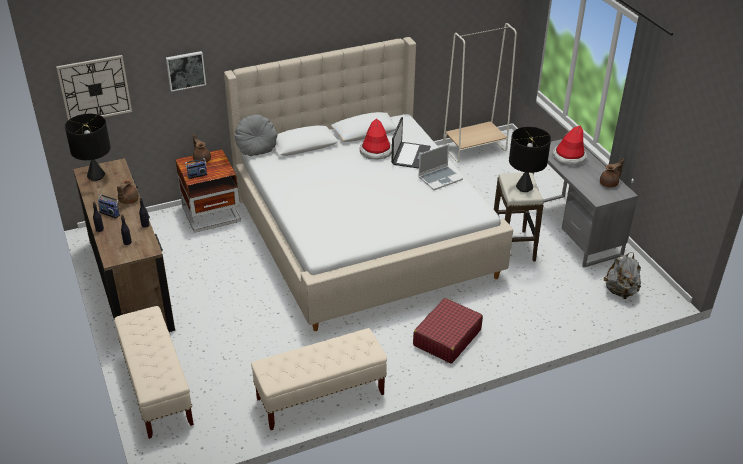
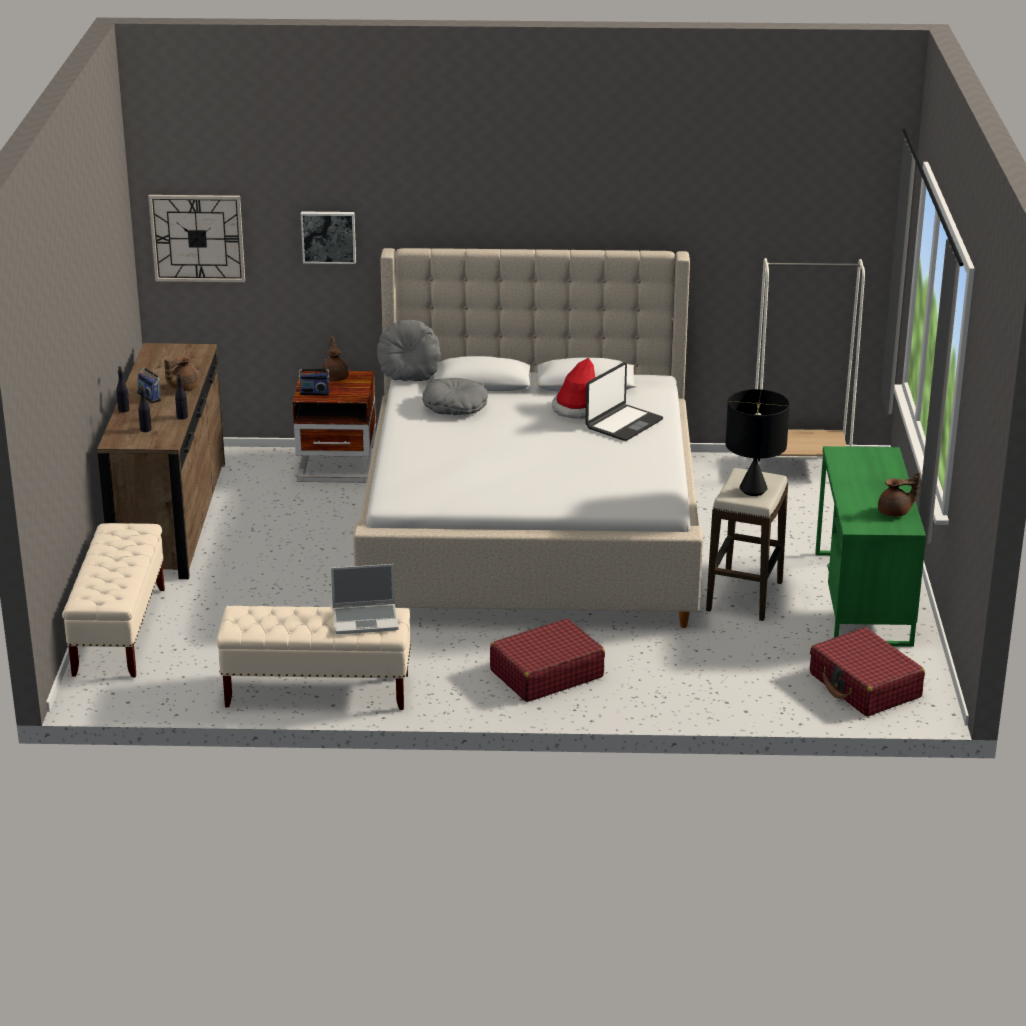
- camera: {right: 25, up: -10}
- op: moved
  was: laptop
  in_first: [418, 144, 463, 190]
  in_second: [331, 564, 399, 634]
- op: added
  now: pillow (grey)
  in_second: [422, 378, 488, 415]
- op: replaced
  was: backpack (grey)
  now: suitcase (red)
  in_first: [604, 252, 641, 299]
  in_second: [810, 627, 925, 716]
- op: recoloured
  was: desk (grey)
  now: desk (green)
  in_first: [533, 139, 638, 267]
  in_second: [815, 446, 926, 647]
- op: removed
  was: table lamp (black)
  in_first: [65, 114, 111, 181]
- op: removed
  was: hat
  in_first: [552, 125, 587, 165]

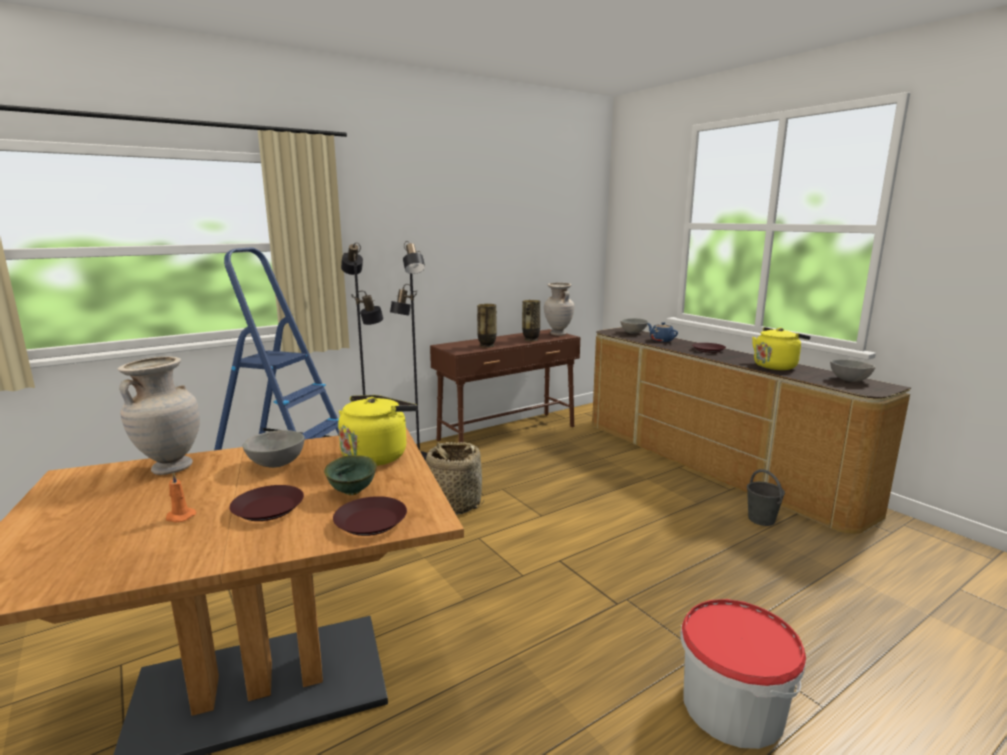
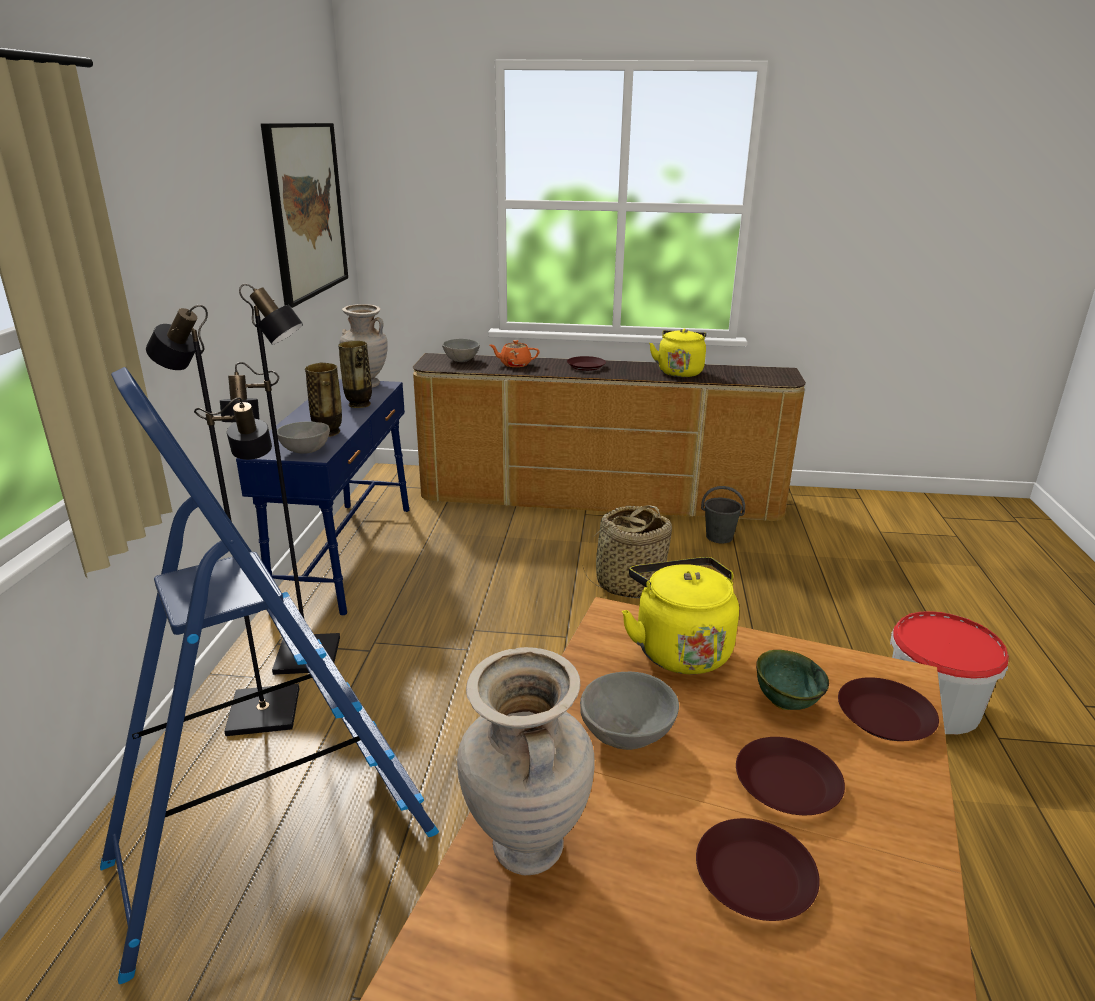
- camera: {right: -50, up: 10}
- op: recoloured
  was: console table (brown)
  now: console table (blue)
  in_first: [430, 329, 580, 443]
  in_second: [236, 379, 409, 615]
- op: added
  now: picture
  in_second: [261, 123, 348, 308]
- op: moved
  was: bowl (grey)
  in_first: [830, 359, 875, 382]
  in_second: [277, 421, 330, 454]
- op: recoloured
  was: teapot (blue)
  now: teapot (orange)
  in_first: [647, 322, 678, 342]
  in_second: [490, 340, 540, 367]
- op: moved
  was: basket
  in_first: [425, 442, 484, 514]
  in_second: [582, 505, 672, 598]
- op: replaced
  was: candle (orange)
  now: plate (brown)
  in_first: [166, 472, 196, 522]
  in_second: [696, 818, 820, 921]

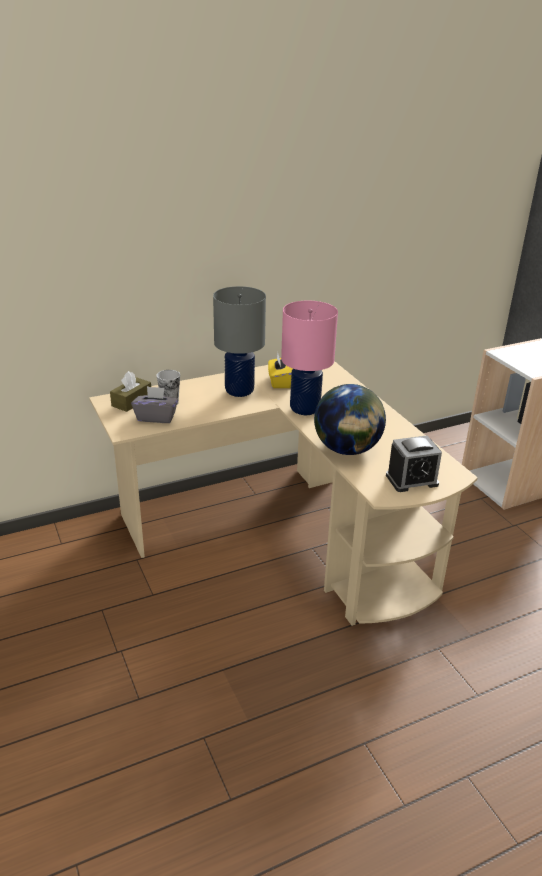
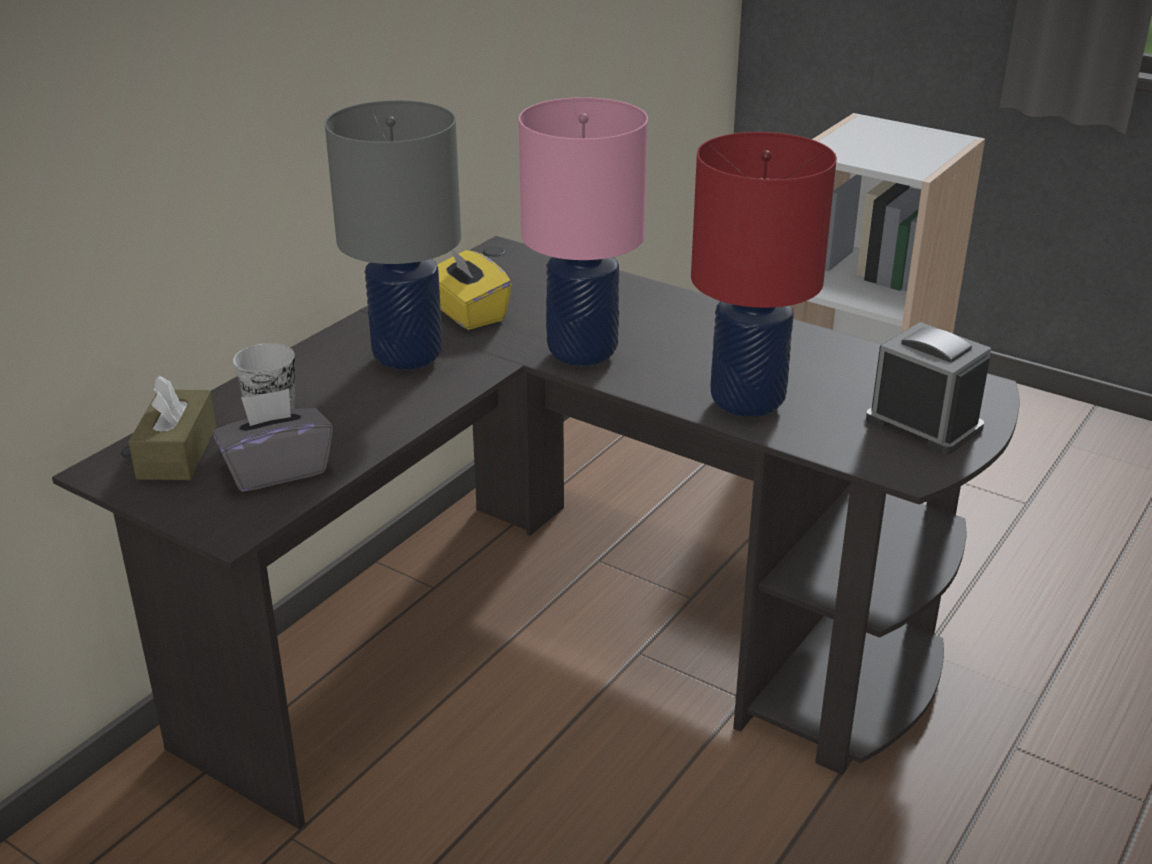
- camera: {right: -30, up: 0}
- op: recoloured
  was: desk (beige)
  now: desk (black)
  in_first: [89, 361, 478, 626]
  in_second: [52, 236, 1019, 829]
- op: replaced
  was: globe
  now: table lamp (red)
  in_first: [314, 384, 386, 455]
  in_second: [691, 132, 837, 417]
- op: turned
  was: alarm clock
  in_first: [386, 435, 442, 492]
  in_second: [866, 322, 991, 454]
  clockwise: -90

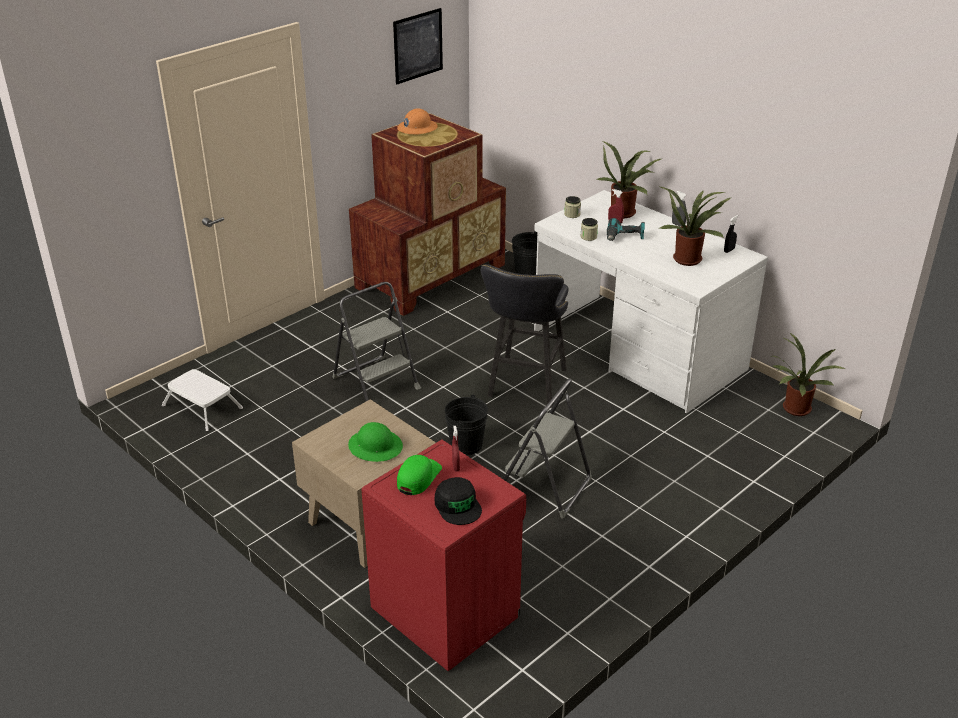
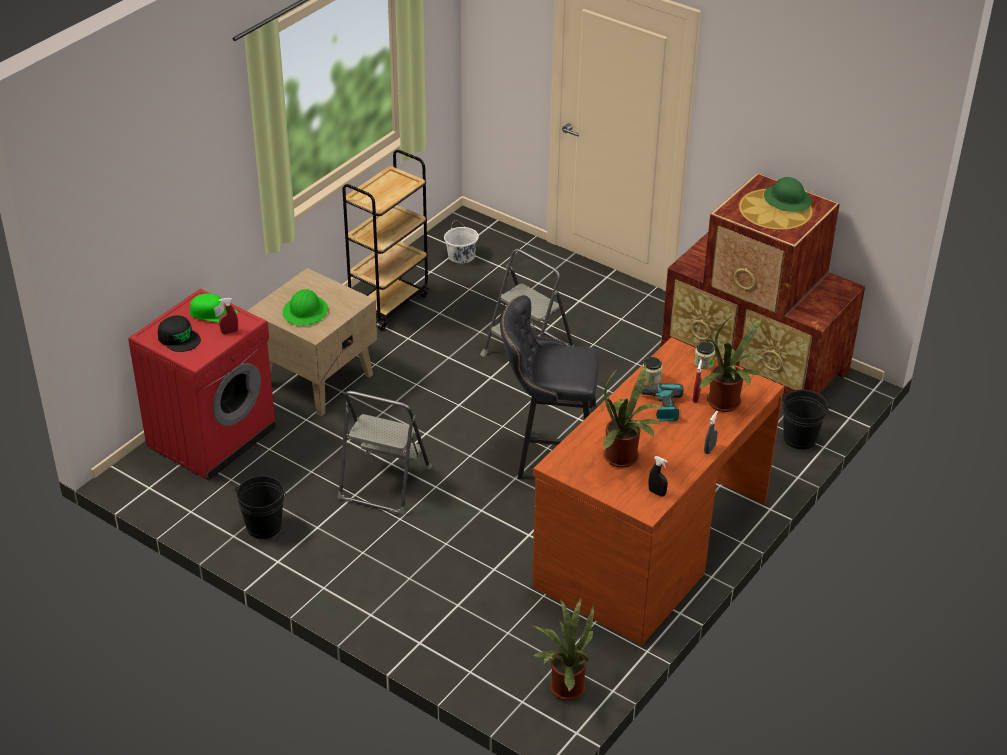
- camera: {right: 80, up: 5}
- op: turned
  was: cap (black)
  in_first: [435, 477, 482, 525]
  in_second: [158, 315, 201, 352]
  clockwise: -105
- op: moved
  was: bucket (black)
  in_first: [445, 394, 488, 455]
  in_second: [233, 476, 286, 539]
- op: added
  now: cart (brown)
  in_second: [342, 150, 430, 331]
- op: replaced
  was: step ladder (white)
  now: bucket (white)
  in_first: [162, 369, 243, 431]
  in_second: [444, 221, 479, 263]
- op: recoloured
  was: desk (white)
  now: desk (brown)
  in_first: [534, 190, 768, 413]
  in_second: [532, 337, 784, 645]
- op: recoloured
  was: hard hat (orange)
  now: hard hat (green)
  in_first: [397, 108, 438, 134]
  in_second: [764, 177, 812, 212]
- op: removed
  was: picture
  in_first: [393, 8, 443, 84]

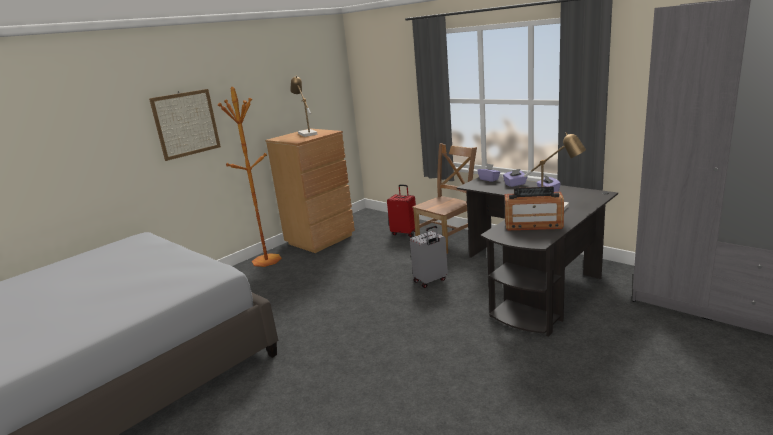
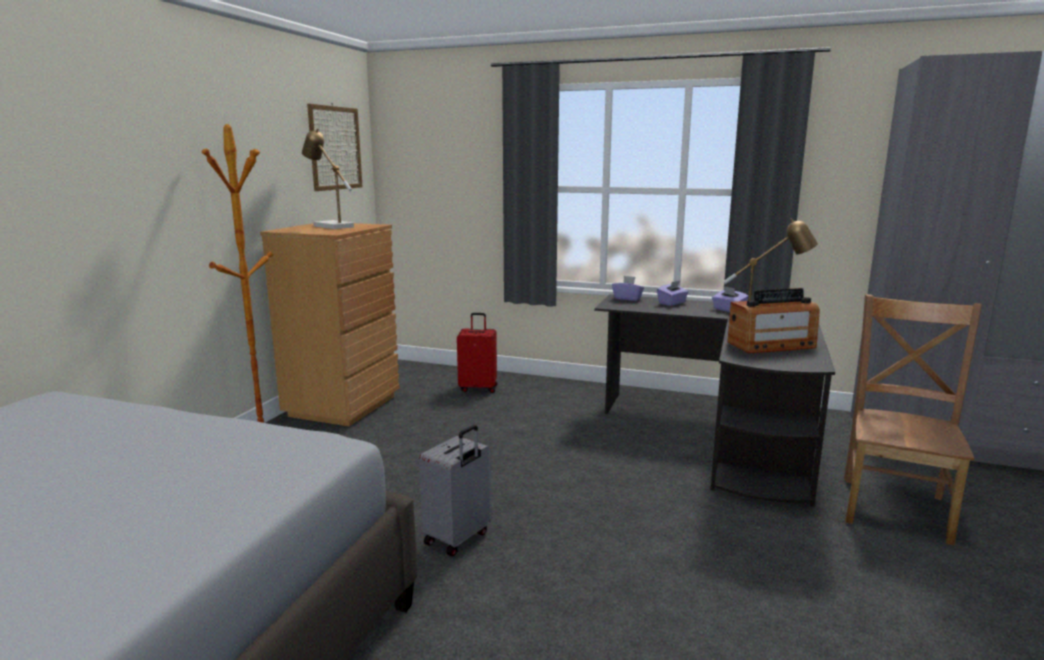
- camera: {right: -25, up: -5}
- op: moved
  was: picture
  in_first: [149, 89, 221, 161]
  in_second: [307, 103, 363, 191]
- op: moved
  was: suitcase (grey)
  in_first: [410, 225, 448, 288]
  in_second: [419, 425, 492, 556]
- op: moved
  was: chair (brown)
  in_first: [412, 143, 477, 254]
  in_second: [844, 294, 982, 546]

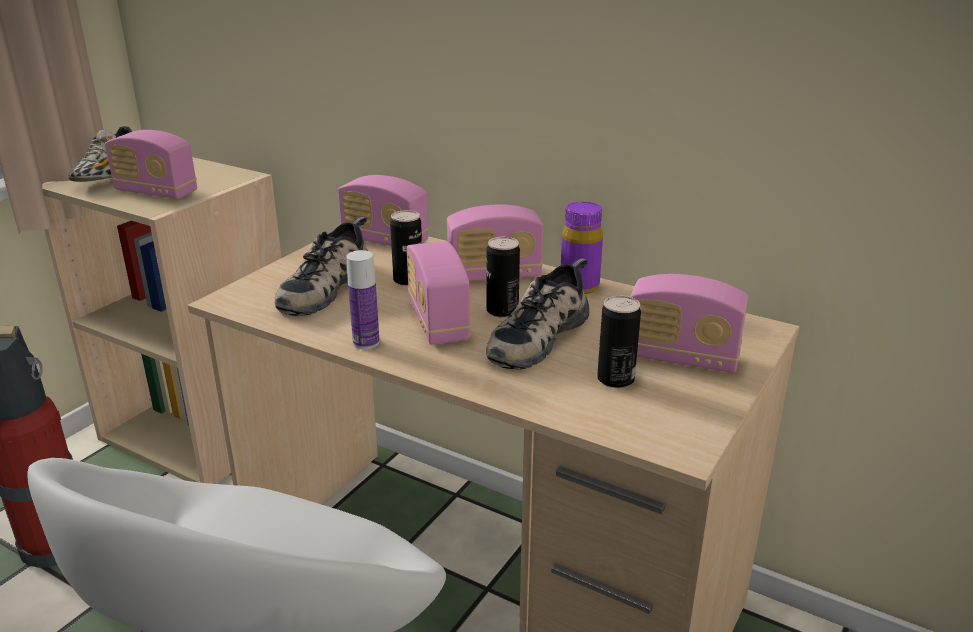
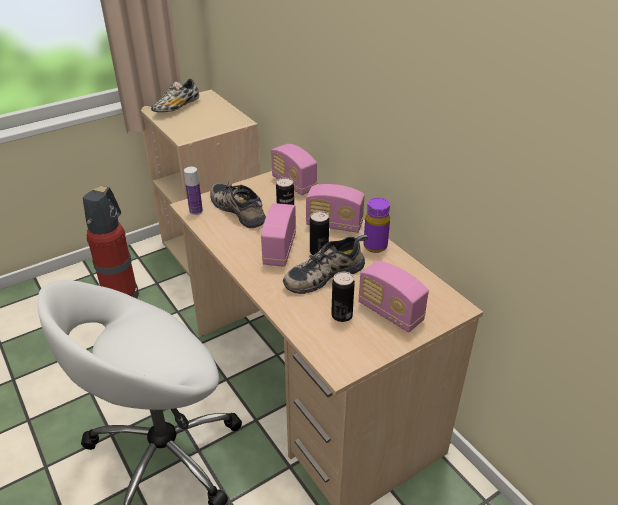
- camera: {right: 25, up: 10}
- op: moved
  was: bottle
  in_first: [346, 250, 380, 350]
  in_second: [184, 167, 203, 215]
- op: turned
  was: shoe
  in_first: [275, 217, 368, 316]
  in_second: [210, 182, 266, 228]
  clockwise: 90
- op: removed
  was: radio
  in_first: [105, 130, 197, 199]

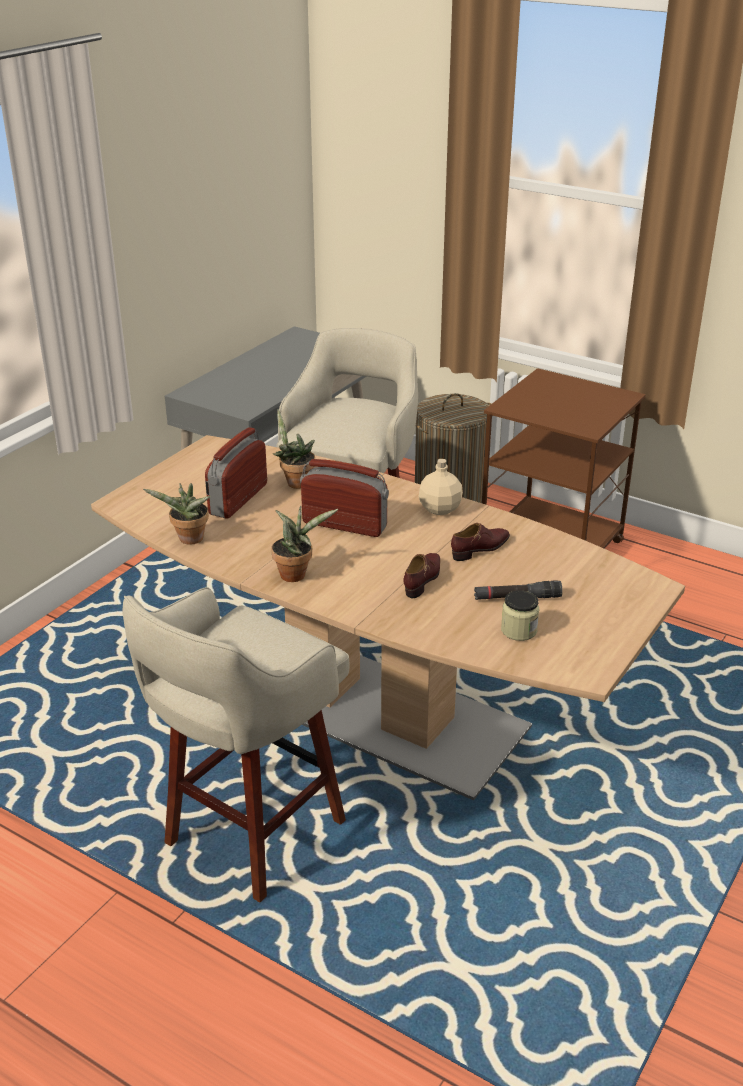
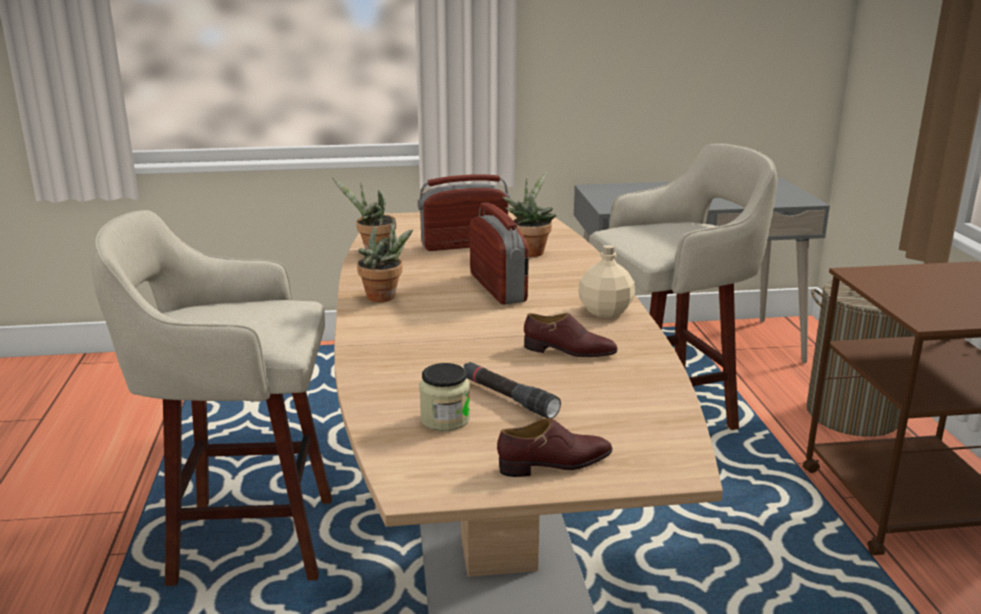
- camera: {right: 50, up: -10}
- op: moved
  was: shoe (brown)
  in_first: [403, 553, 440, 598]
  in_second: [497, 418, 613, 477]

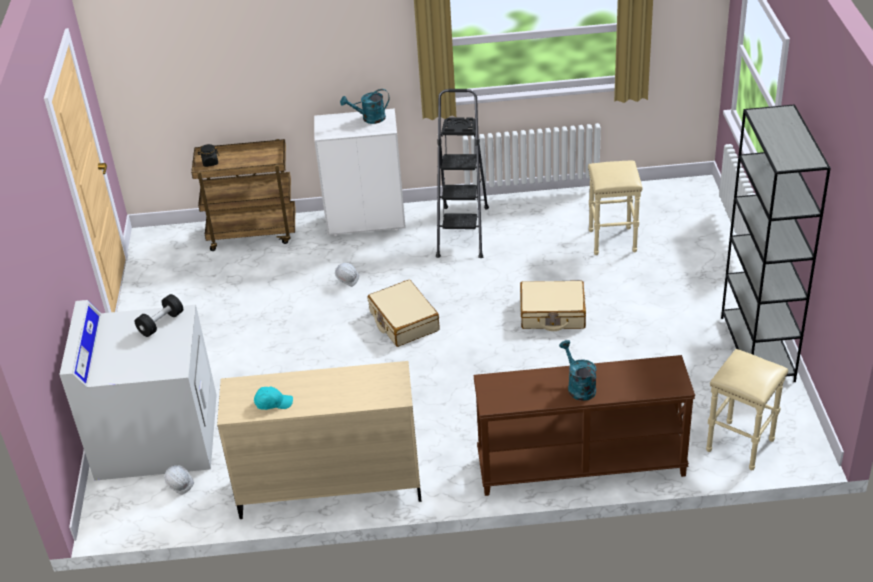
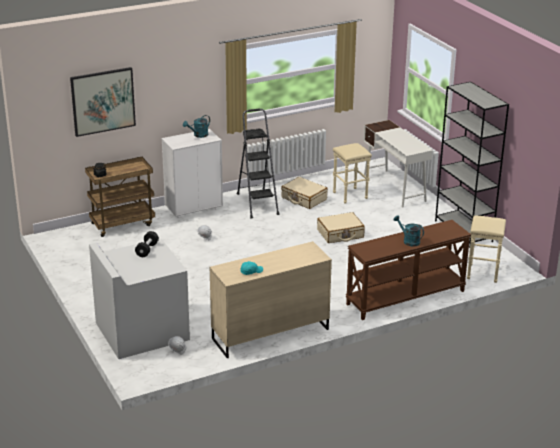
- camera: {right: -25, up: -10}
- op: added
  now: picture
  in_second: [70, 67, 136, 137]
- op: moved
  was: suitcase (beige)
  in_first: [368, 280, 440, 347]
  in_second: [281, 177, 328, 209]
- op: added
  now: desk (white)
  in_second: [363, 120, 433, 207]

